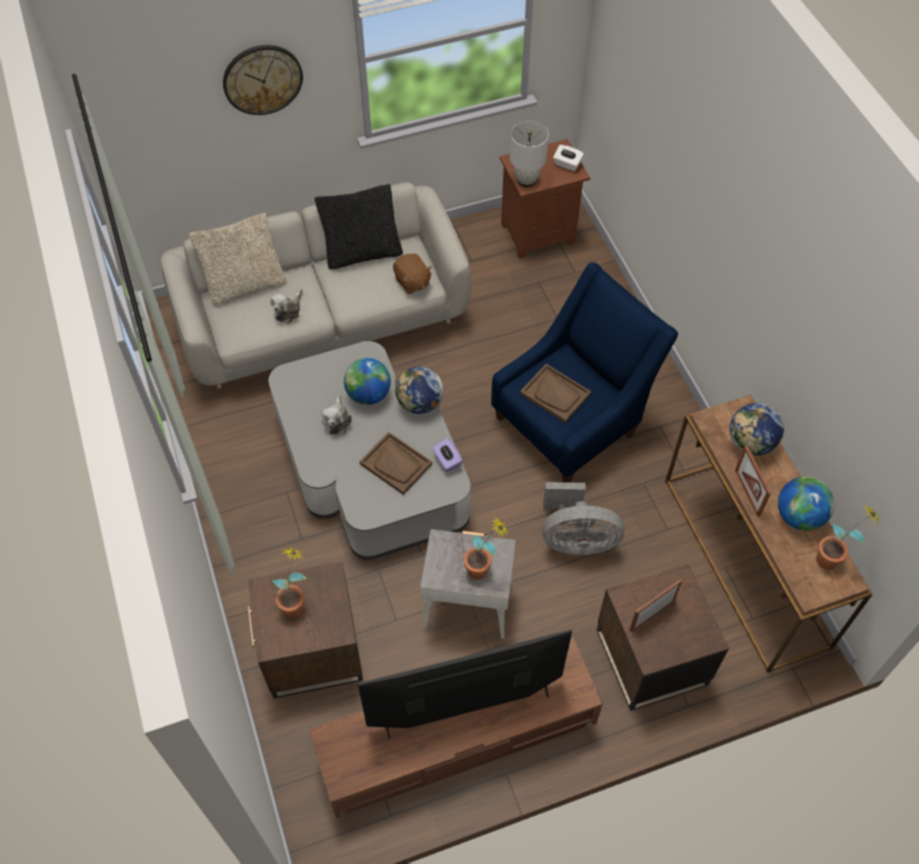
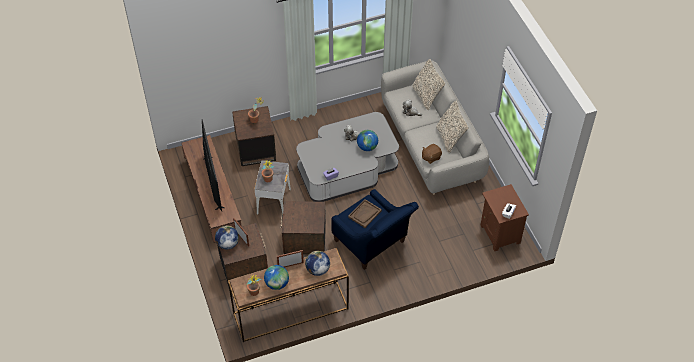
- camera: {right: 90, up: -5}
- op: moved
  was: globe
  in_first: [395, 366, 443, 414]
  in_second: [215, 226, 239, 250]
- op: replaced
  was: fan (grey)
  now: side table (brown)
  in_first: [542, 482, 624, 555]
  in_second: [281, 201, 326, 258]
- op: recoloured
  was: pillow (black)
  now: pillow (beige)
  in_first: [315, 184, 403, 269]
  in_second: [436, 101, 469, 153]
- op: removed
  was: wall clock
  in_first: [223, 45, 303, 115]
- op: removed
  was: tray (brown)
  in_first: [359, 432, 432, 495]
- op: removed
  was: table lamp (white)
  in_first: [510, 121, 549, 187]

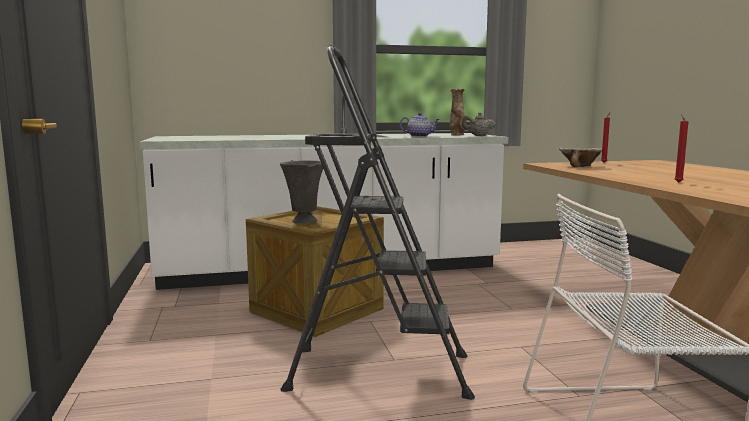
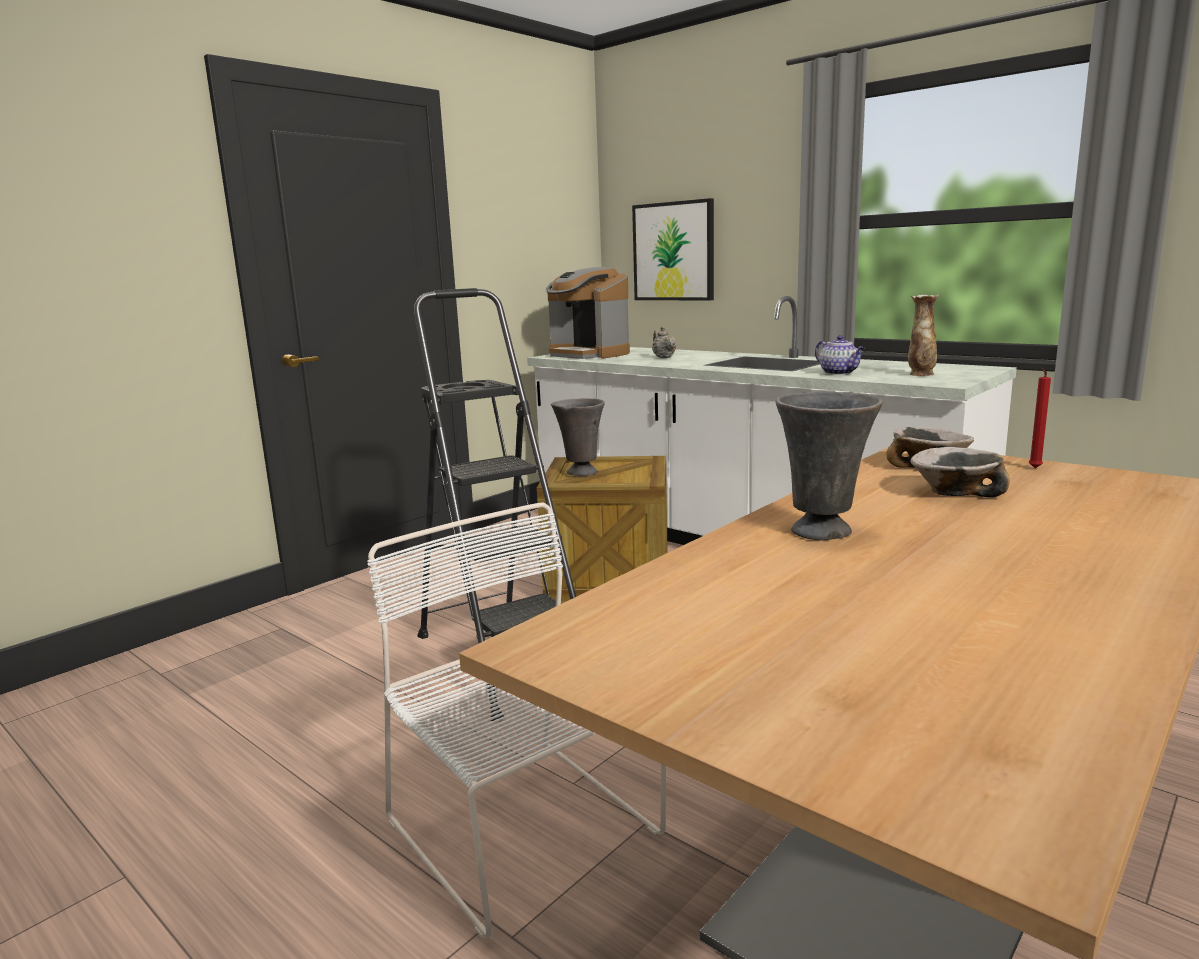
- camera: {right: 55, up: 5}
- op: added
  now: coffee machine
  in_second: [545, 267, 630, 359]
- op: added
  now: picture
  in_second: [632, 198, 714, 301]
- op: moved
  was: teapot (beige)
  in_first: [462, 112, 496, 136]
  in_second: [652, 326, 677, 358]
- op: replaced
  was: candle (red)
  now: vase (grey)
  in_first: [674, 114, 688, 183]
  in_second: [776, 392, 883, 540]
- op: added
  now: bowl
  in_second: [910, 447, 1010, 498]

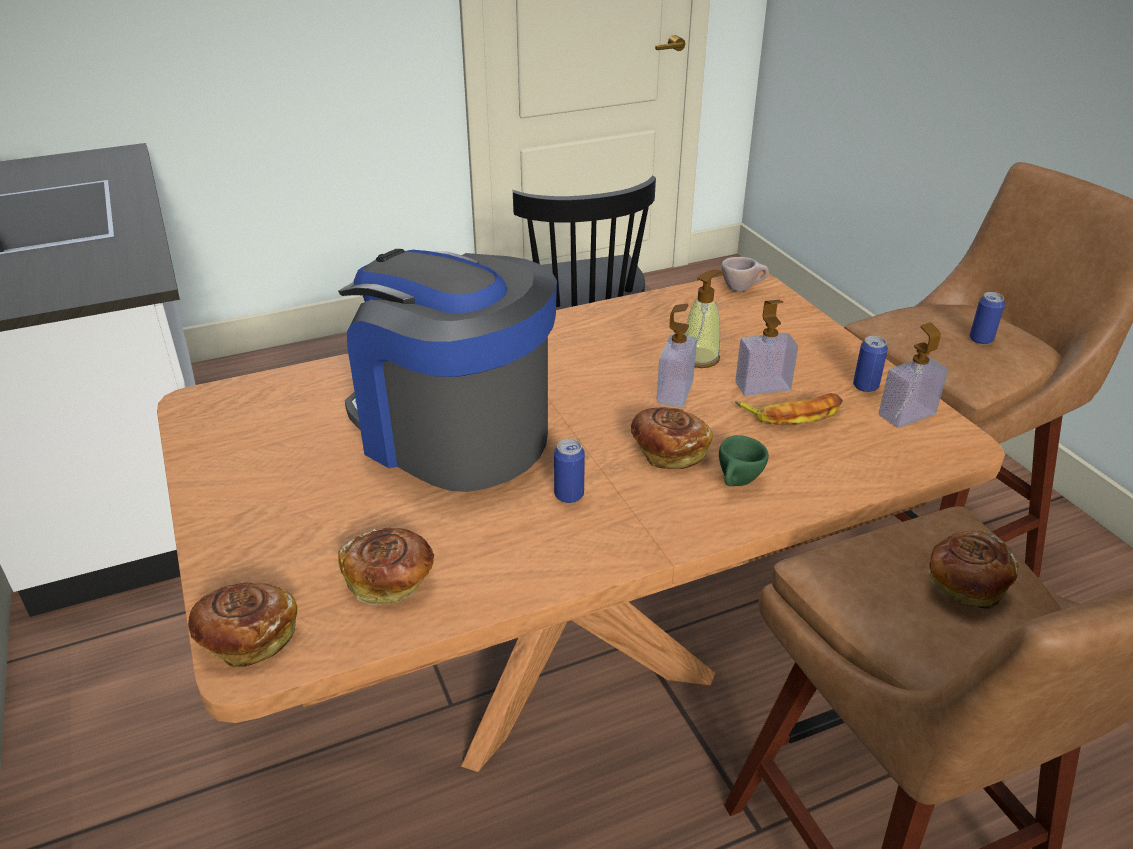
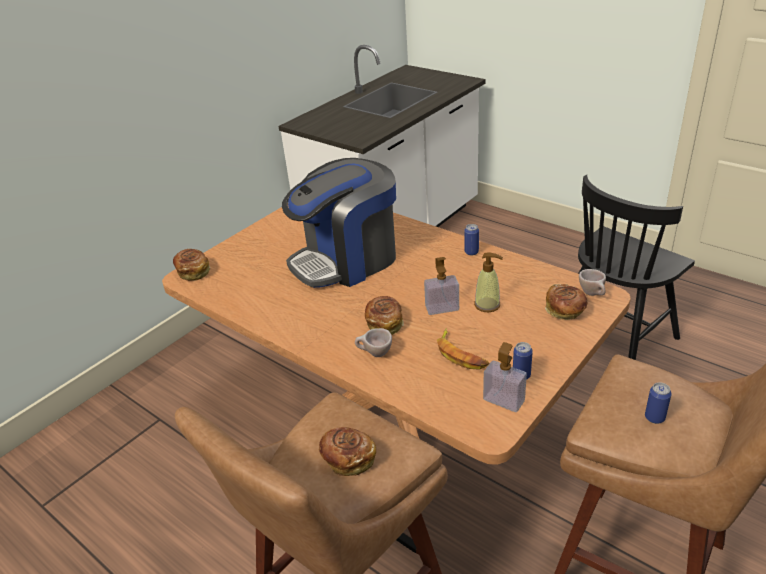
- camera: {right: 65, up: 0}
- op: turned
  was: coffee machine
  in_first: [338, 249, 557, 492]
  in_second: [282, 158, 396, 288]
  clockwise: -135
- op: recoloured
  was: cup (green)
  now: cup (beige)
  in_first: [719, 435, 769, 486]
  in_second: [355, 328, 392, 357]
- op: moved
  was: can
  in_first: [554, 439, 585, 503]
  in_second: [465, 224, 479, 255]
- op: moved
  was: bread
  in_first: [338, 527, 434, 605]
  in_second: [545, 284, 588, 320]
- op: removed
  was: soap dispenser
  in_first: [735, 300, 798, 396]

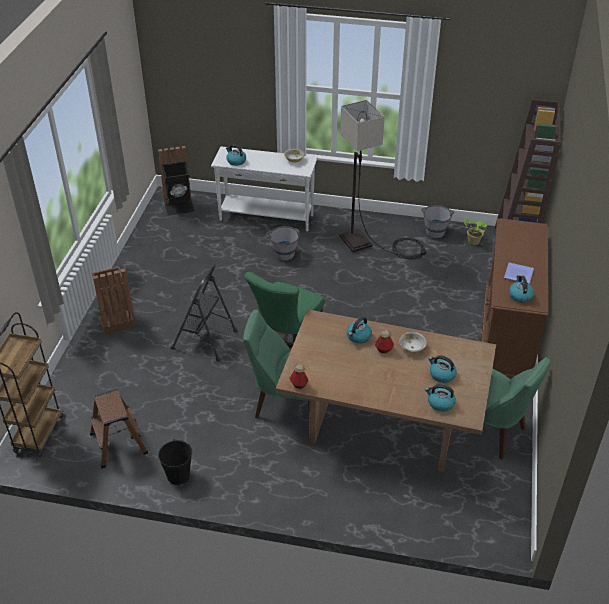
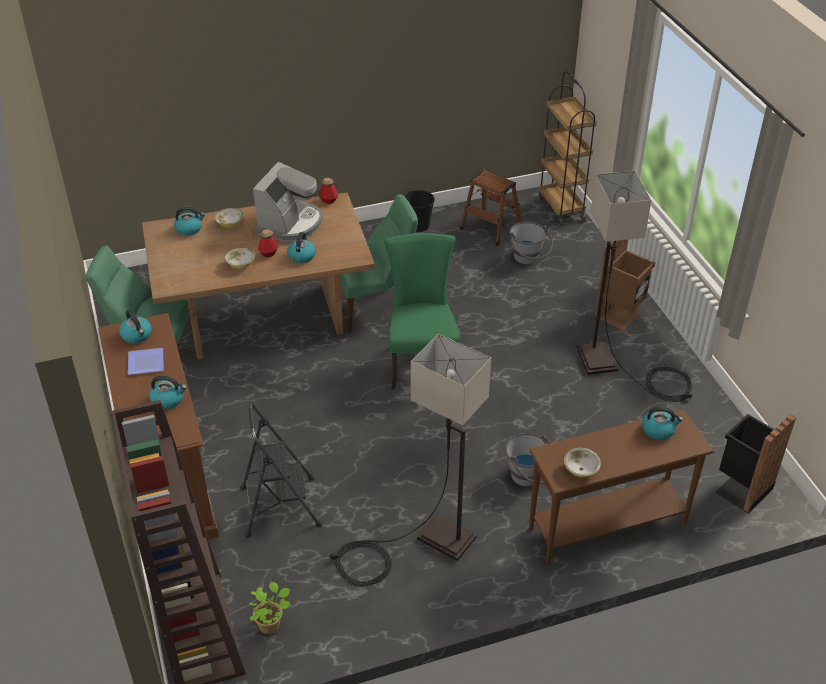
- camera: {right: 150, up: 0}
- op: moved
  was: kettle
  in_first: [428, 355, 457, 383]
  in_second: [149, 375, 187, 409]
- op: added
  now: bowl
  in_second: [215, 208, 244, 228]
- op: moved
  was: step ladder (black)
  in_first: [170, 264, 238, 362]
  in_second: [240, 403, 323, 538]
- op: added
  now: coffee machine
  in_second: [253, 162, 323, 241]
- op: moved
  was: bucket (grey)
  in_first: [421, 205, 454, 238]
  in_second: [509, 222, 553, 264]
- op: recoloured
  was: console table (white)
  now: console table (brown)
  in_first: [211, 146, 317, 232]
  in_second: [529, 409, 714, 564]
- op: added
  now: floor lamp
  in_second: [576, 171, 692, 402]

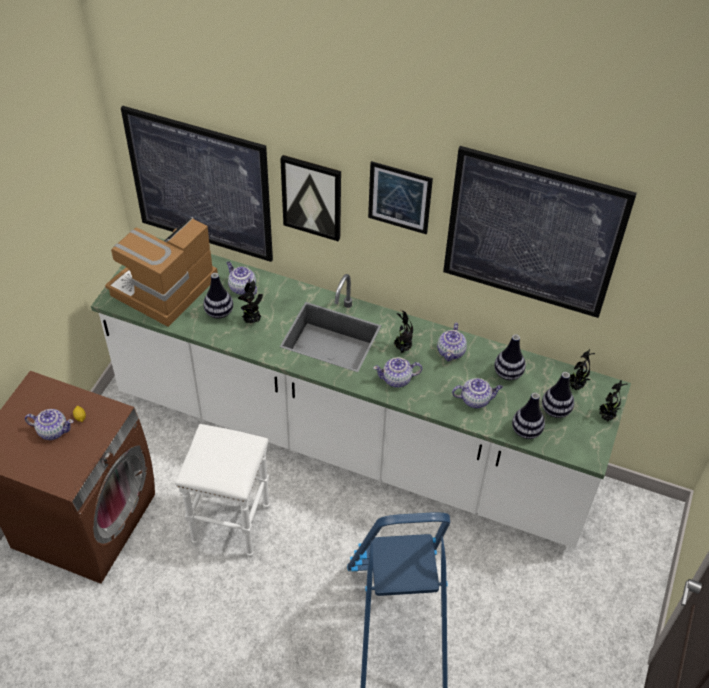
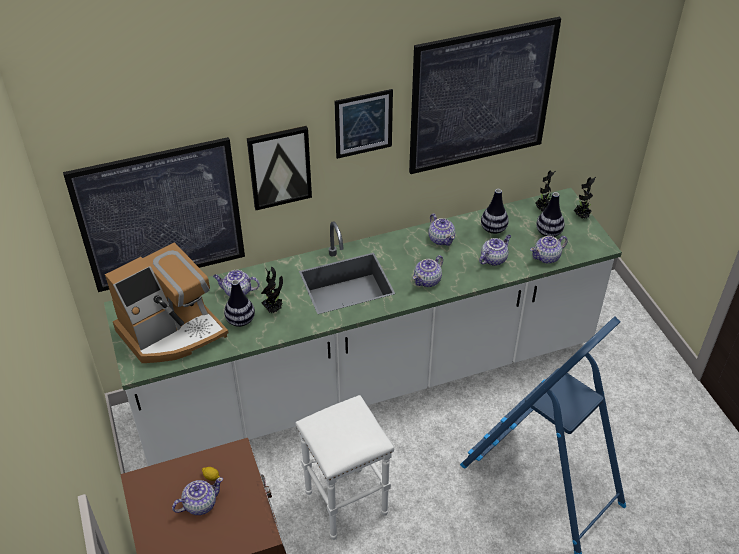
- camera: {right: -40, up: -5}
- op: turned
  was: coffee machine
  in_first: [105, 217, 218, 327]
  in_second: [105, 242, 229, 363]
  clockwise: -120
- op: replaced
  was: vase
  now: teapot
  in_first: [512, 393, 545, 439]
  in_second: [530, 236, 568, 264]
- op: removed
  was: potted plant
  in_first: [394, 310, 413, 353]

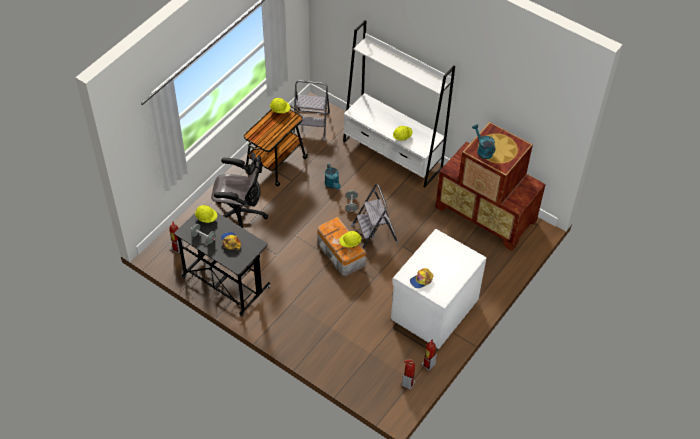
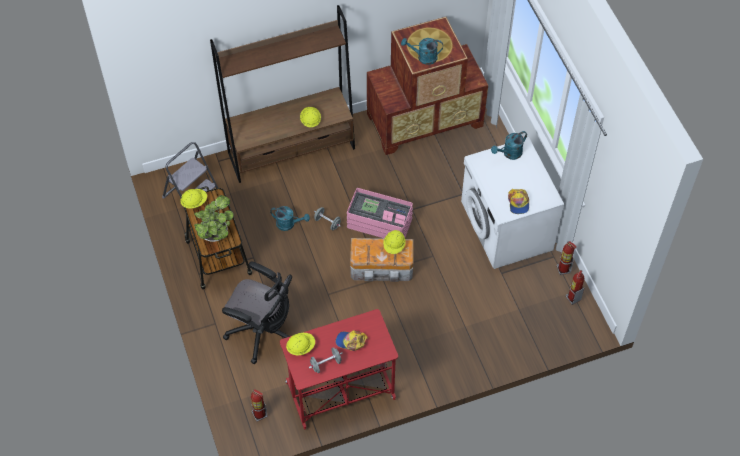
- camera: {right: -55, up: 5}
- op: added
  now: potted plant
  in_second: [194, 195, 234, 242]
- op: recoloured
  was: bookcase (white)
  now: bookcase (brown)
  in_first: [343, 20, 455, 187]
  in_second: [210, 5, 355, 183]
- op: turned
  was: office chair
  in_first: [211, 152, 268, 228]
  in_second: [222, 261, 292, 364]
  clockwise: 75
- op: recoloured
  was: desk (black)
  now: desk (red)
  in_first: [174, 212, 270, 317]
  in_second: [280, 309, 398, 430]
- op: replaced
  was: step ladder (grey)
  now: storage box (pink)
  in_first: [351, 184, 398, 249]
  in_second: [347, 188, 413, 239]
- op: added
  now: watering can (turquoise)
  in_second: [491, 131, 527, 160]

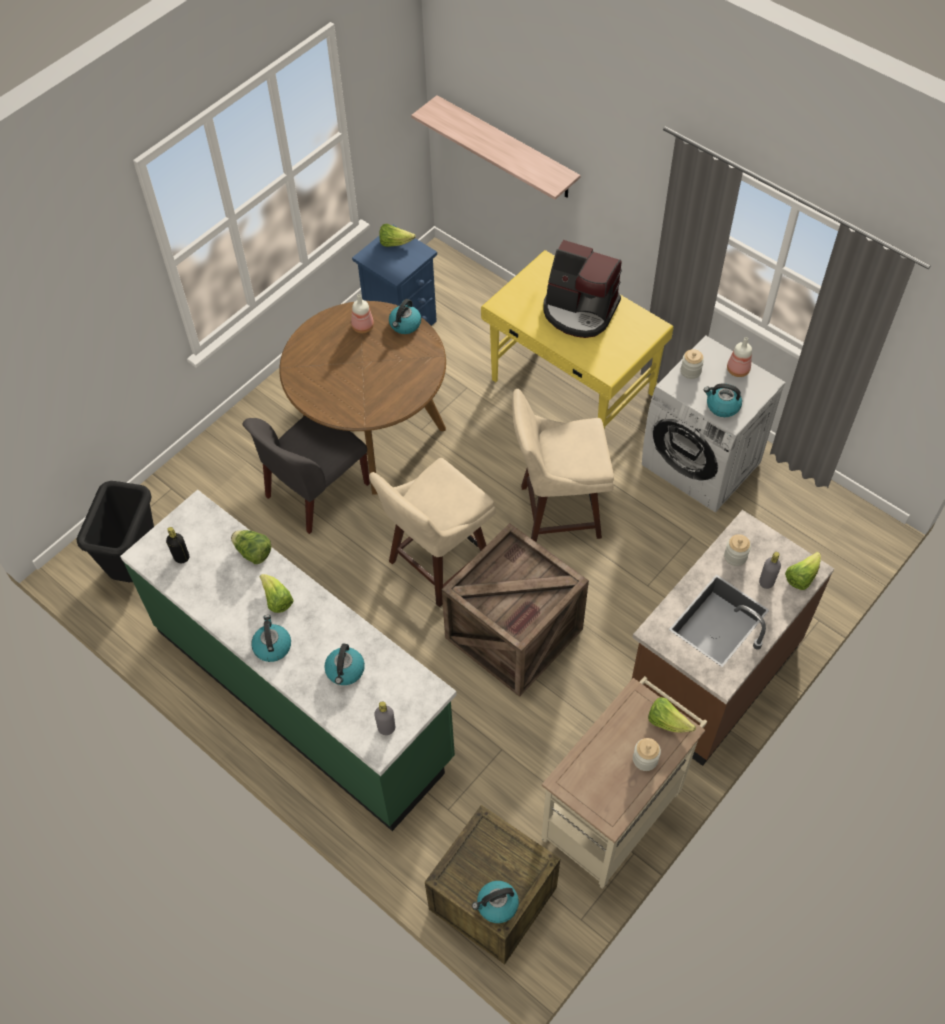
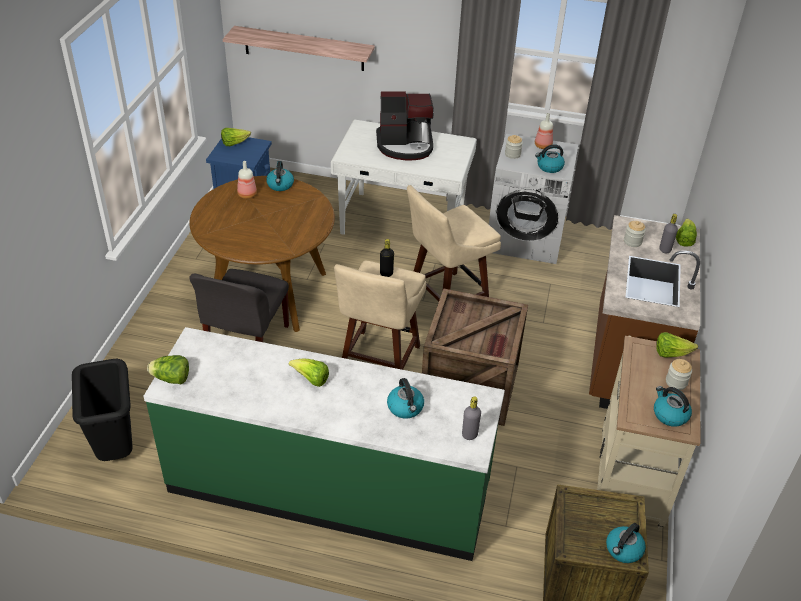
- camera: {right: -30, up: -15}
- op: moved
  was: lettuce
  in_first: [231, 530, 271, 564]
  in_second: [147, 355, 189, 385]
- op: recoloured
  was: desk (yellow)
  now: desk (white)
  in_first: [481, 250, 673, 430]
  in_second: [331, 120, 477, 235]
- op: moved
  was: bottle (black)
  in_first: [166, 527, 189, 563]
  in_second: [380, 239, 394, 277]
- op: moved
  was: kettle
  in_first: [251, 614, 291, 662]
  in_second: [654, 386, 692, 427]

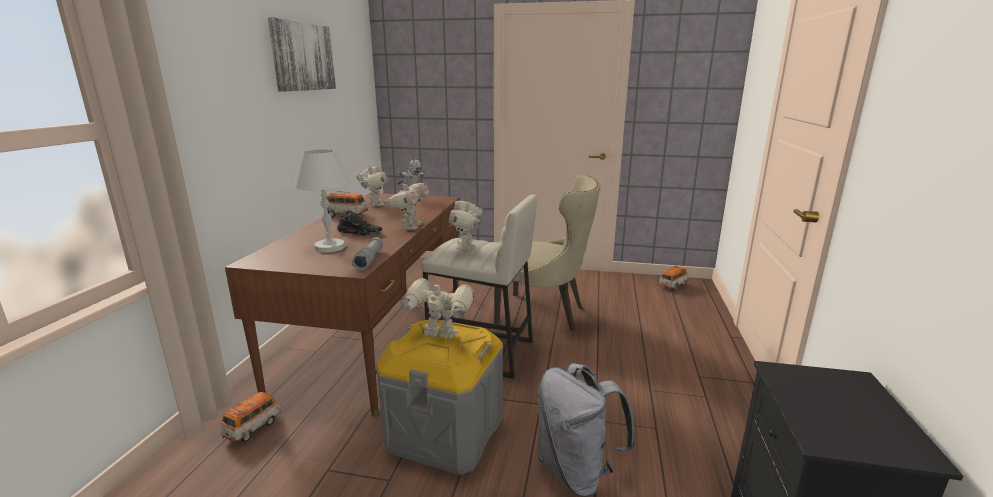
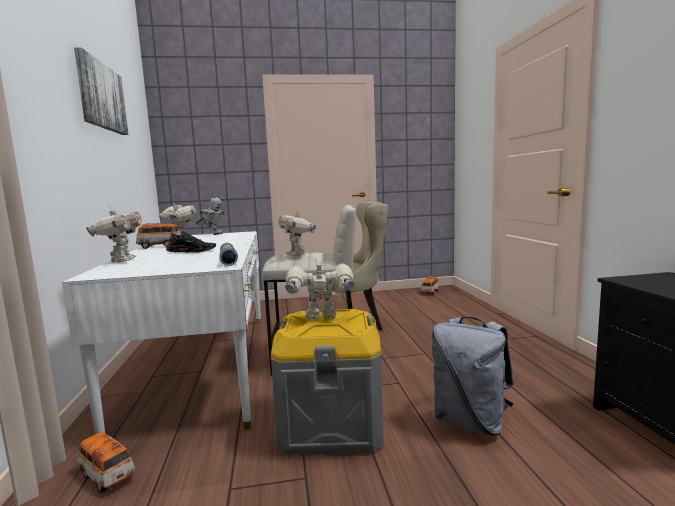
- camera: {right: -20, up: -10}
- op: recoloured
  was: desk (brown)
  now: desk (white)
  in_first: [225, 193, 460, 416]
  in_second: [62, 231, 261, 434]
- op: turned
  was: toy car
  in_first: [221, 392, 281, 442]
  in_second: [76, 432, 135, 493]
  clockwise: -60
- op: moved
  was: toy robot
  in_first: [385, 179, 429, 230]
  in_second: [86, 205, 142, 262]
- op: removed
  was: table lamp (white)
  in_first: [294, 149, 351, 253]

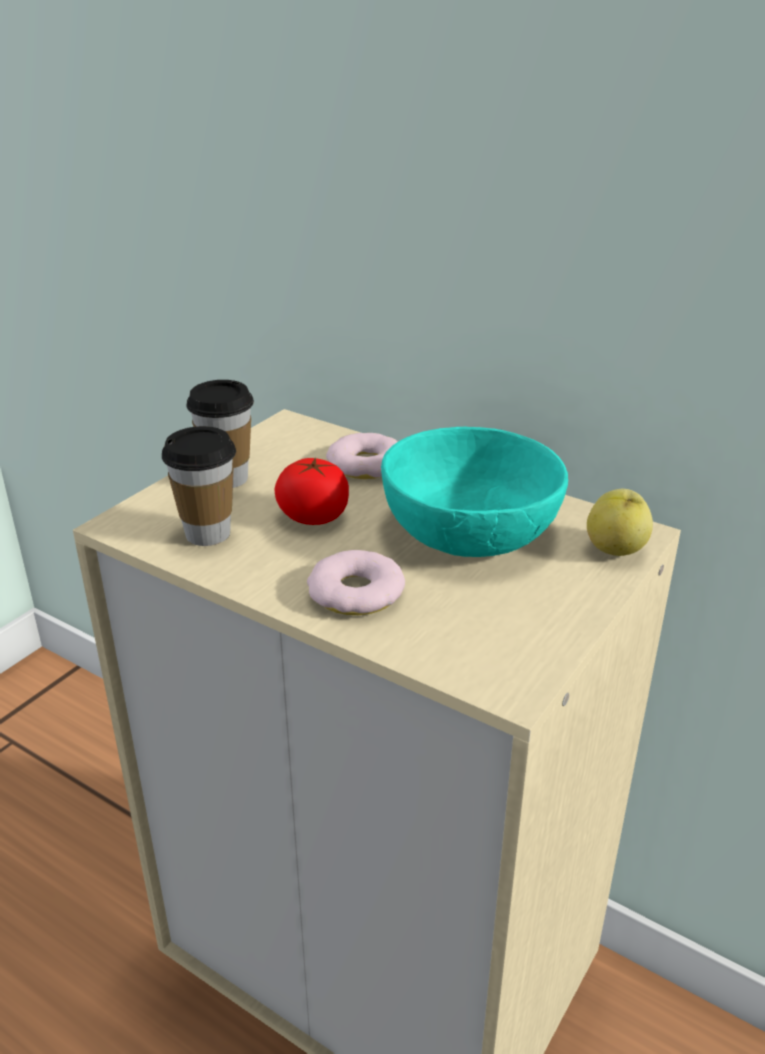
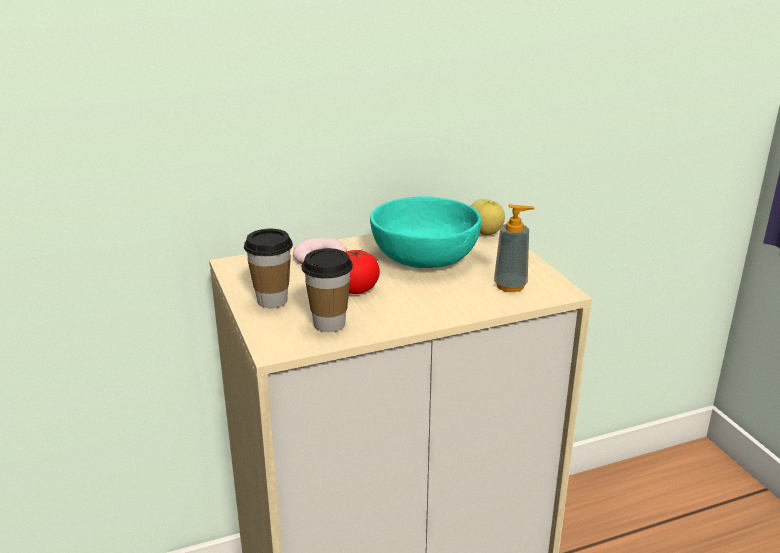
- camera: {right: -55, up: -5}
- op: added
  now: soap dispenser
  in_second: [494, 204, 535, 292]
- op: removed
  was: donut
  in_first: [307, 550, 405, 615]

